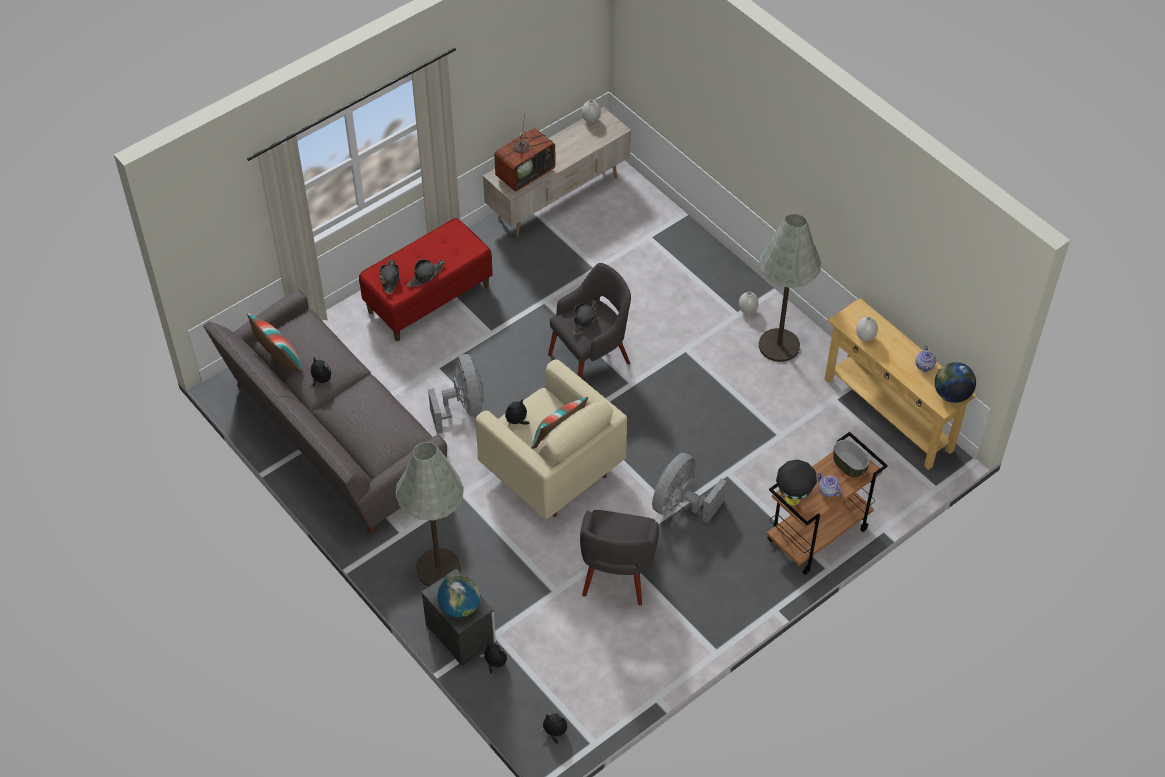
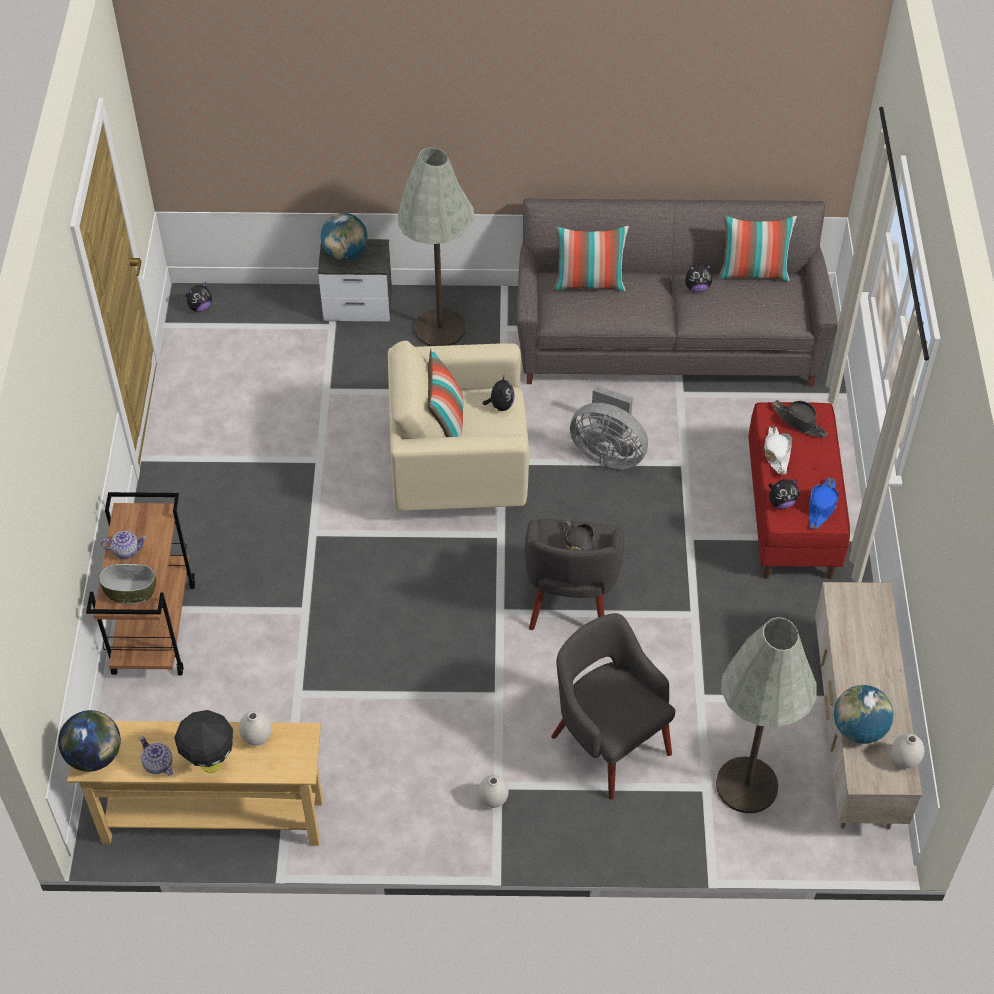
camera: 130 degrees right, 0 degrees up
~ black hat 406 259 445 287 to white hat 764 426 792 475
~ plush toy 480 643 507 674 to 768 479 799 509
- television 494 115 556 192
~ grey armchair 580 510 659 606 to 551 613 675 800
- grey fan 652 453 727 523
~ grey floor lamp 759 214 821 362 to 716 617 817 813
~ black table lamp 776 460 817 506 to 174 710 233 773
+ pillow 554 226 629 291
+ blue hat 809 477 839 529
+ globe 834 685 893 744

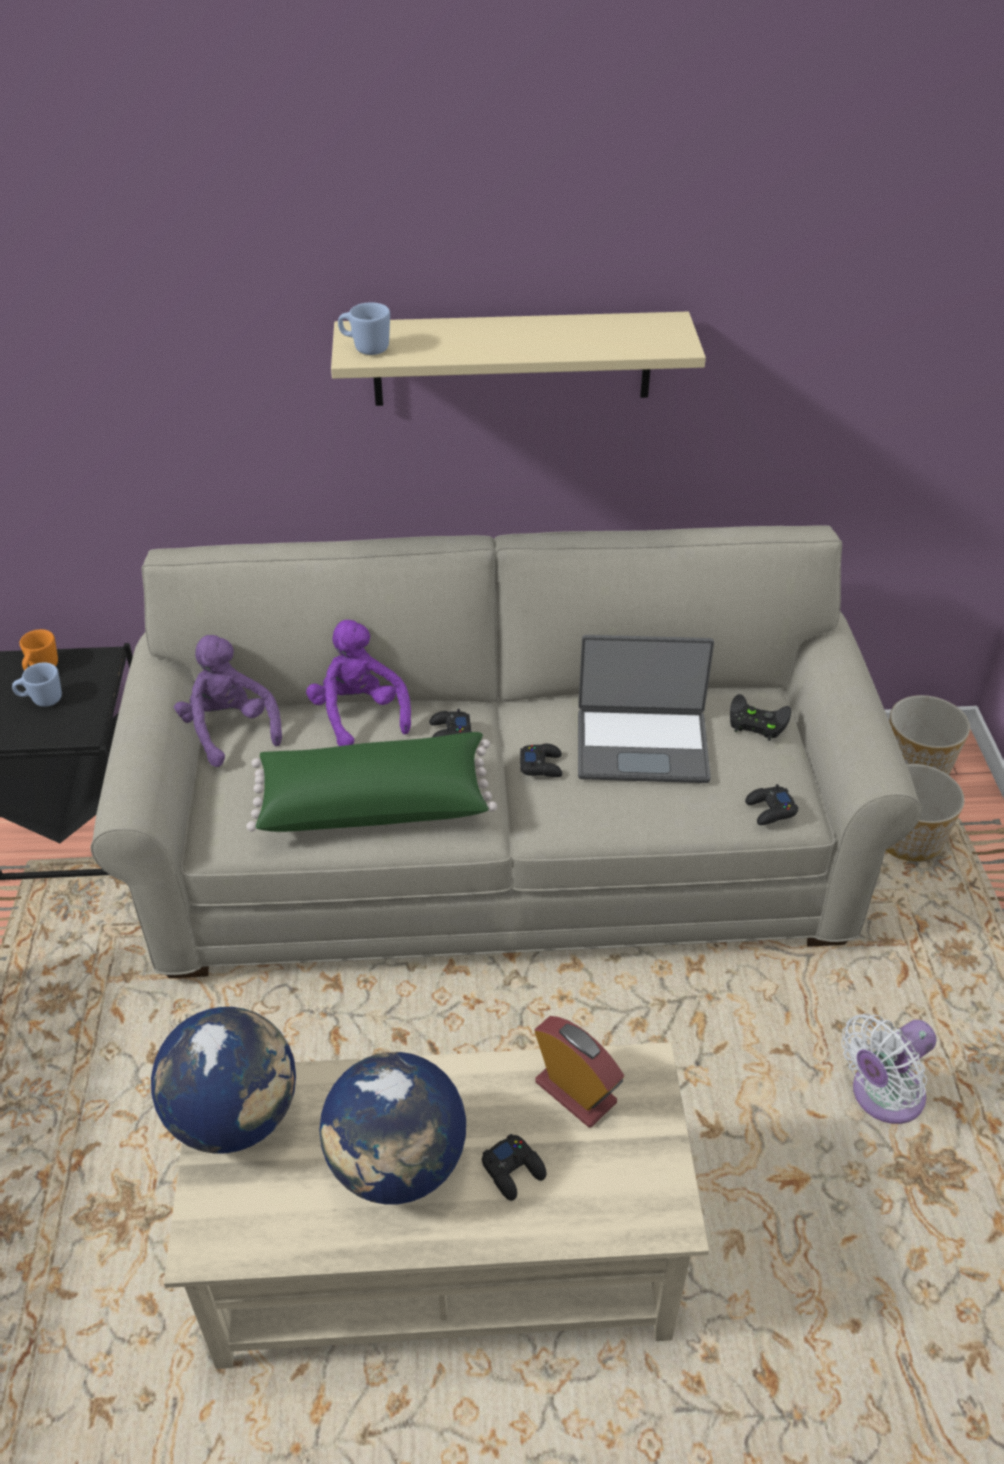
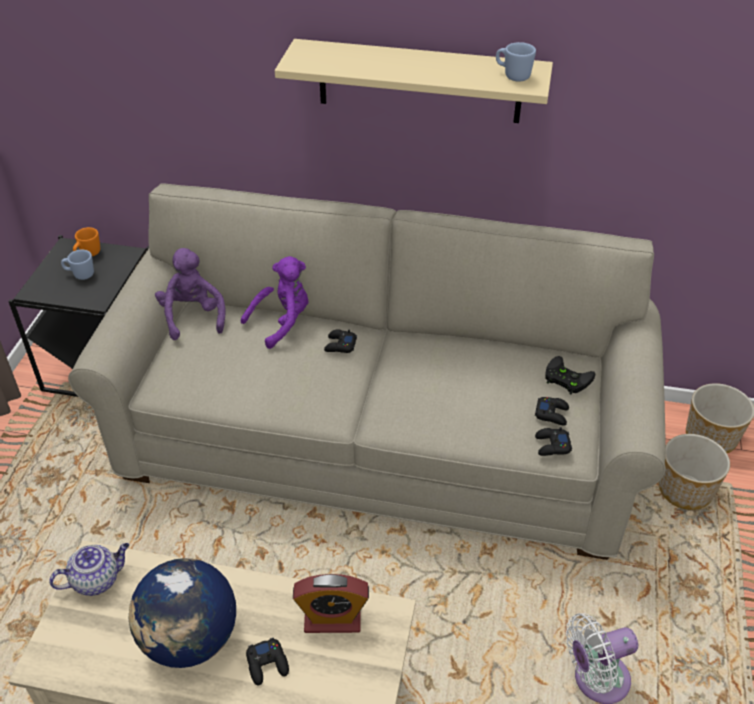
camera: 15 degrees right, 0 degrees up
~ globe 151 1007 296 1154 to teapot 49 543 129 596
- green pillow 246 732 497 832
~ purple plush toy 306 620 411 746 = 241 256 309 349 60 degrees clockwise
~ blue mug 338 302 390 355 to 496 42 536 81
~ black game controller 520 744 562 777 to 535 397 569 426
~ alarm clock 535 1016 624 1127 = 293 574 369 633 120 degrees clockwise
- laptop 578 635 714 783

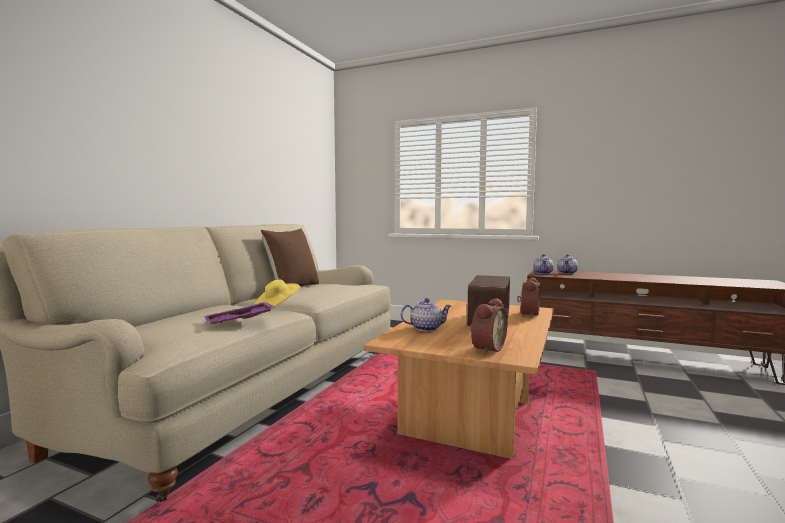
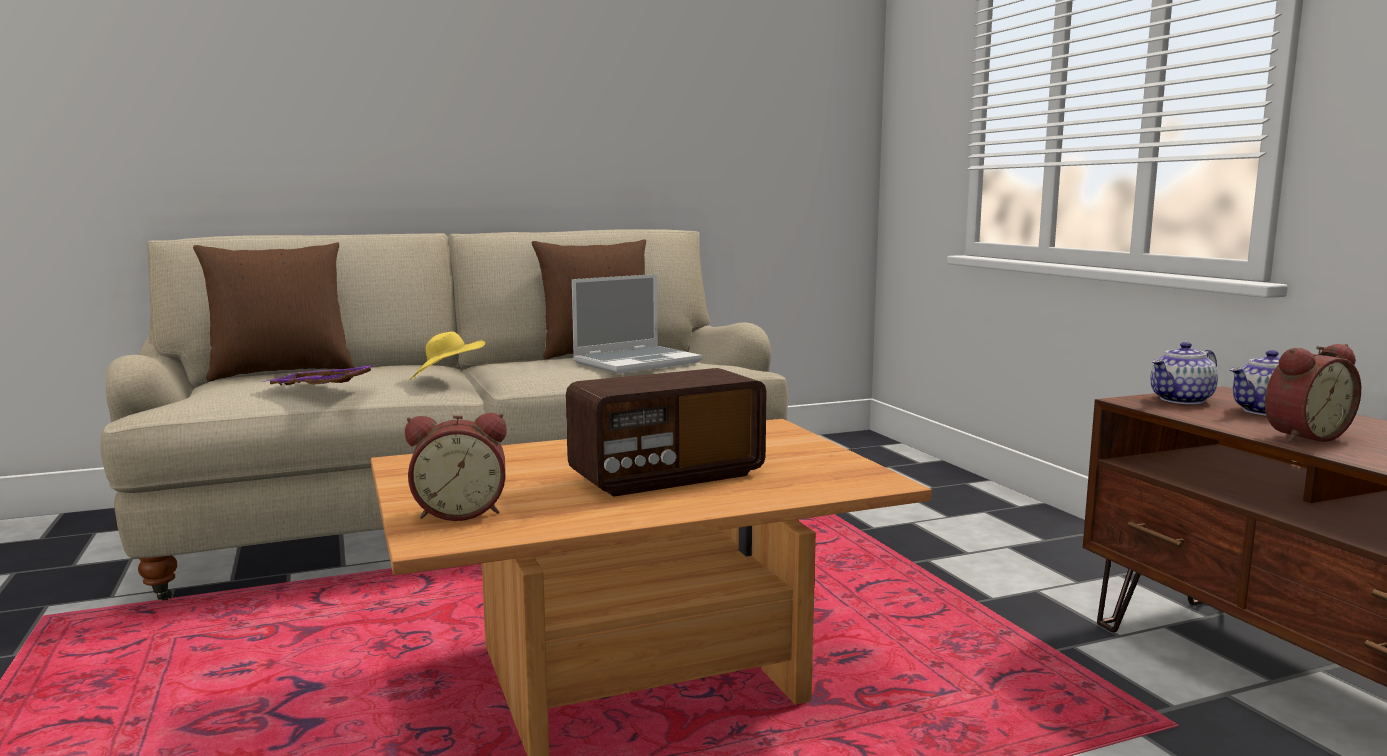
camera: 45 degrees right, 5 degrees up
- teapot 401 298 452 331
~ alarm clock 517 277 540 318 to 1265 344 1361 442
+ brown pillow 193 242 354 381
+ laptop 572 274 702 374

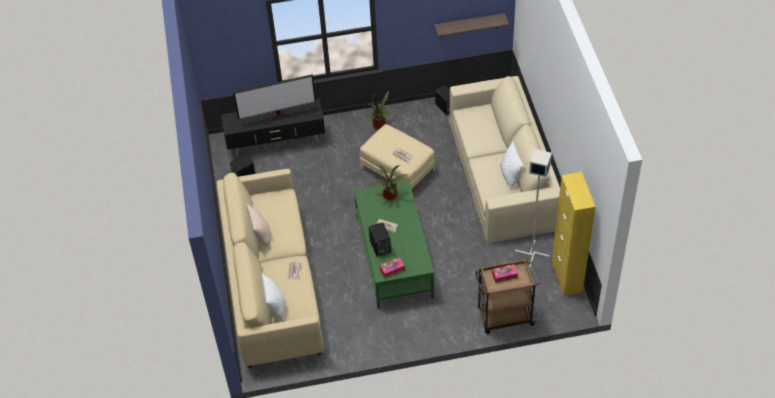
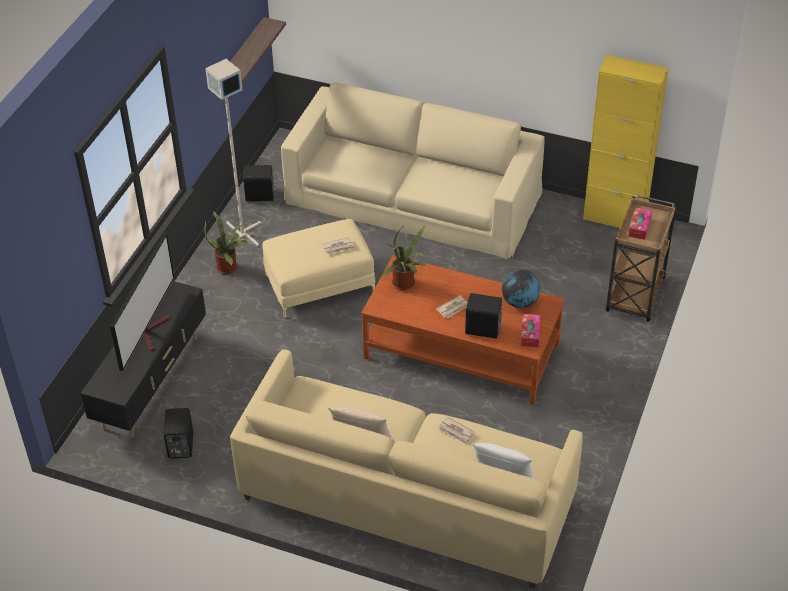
camera: 60 degrees left, 5 degrees down
~ green coffee table 354 180 434 309 to brown coffee table 361 255 564 405
- white pillow 500 141 524 189
~ grey floor lamp 515 149 552 268 to 205 59 261 247
+ globe 502 270 540 308

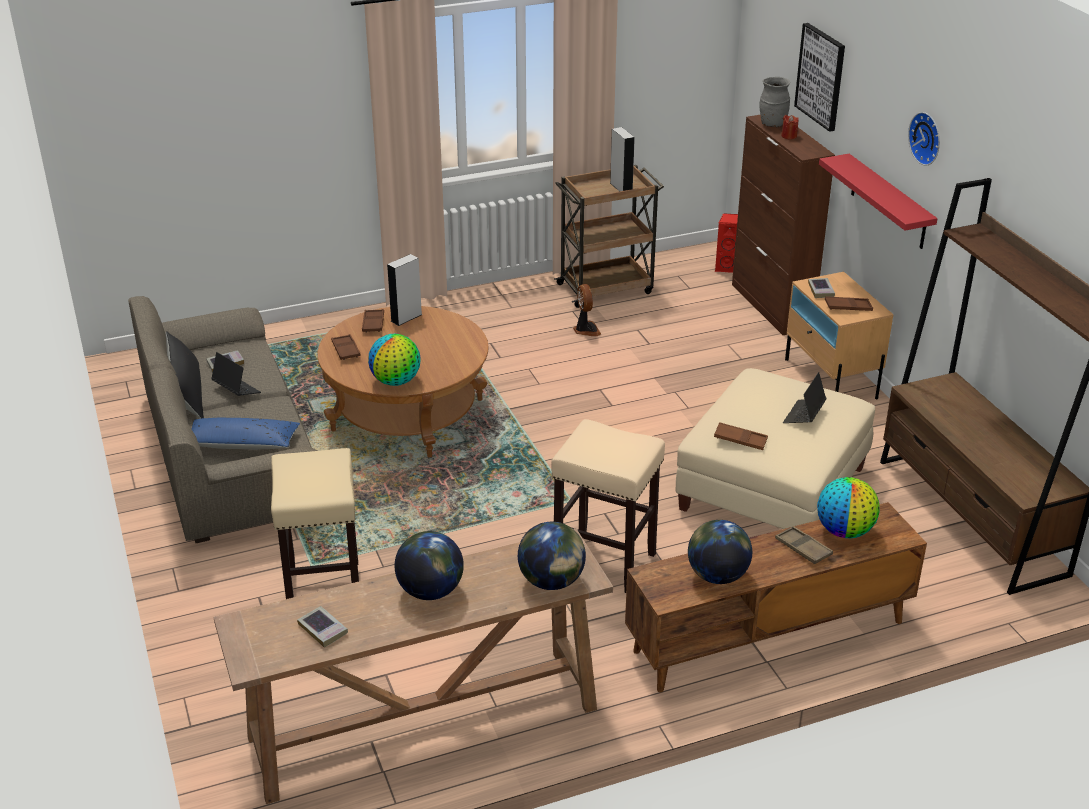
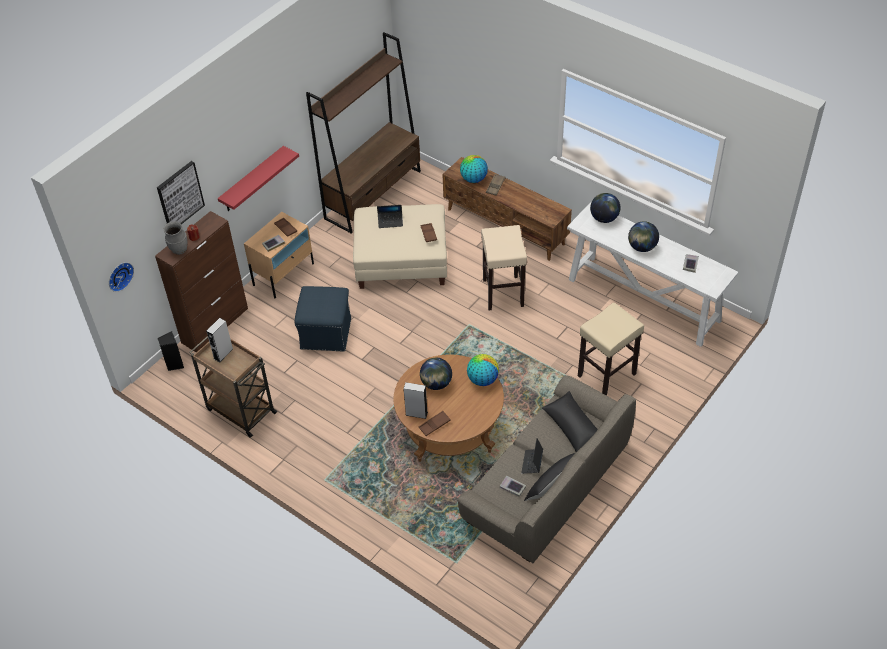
camera: 120 degrees left, 15 degrees up
~ blue pillow 192 418 300 450 to black pillow 542 391 598 452
~ brown console table 214 529 613 804 to white console table 567 202 738 347
- brown tray 331 334 361 360
- fan 573 284 601 336
~ globe 688 520 752 584 to 420 358 452 390
~ red speaker 715 213 738 273 to black speaker 158 331 184 371
~ wall clock 908 112 940 166 to 109 262 134 292
+ blue ottoman 294 286 352 352

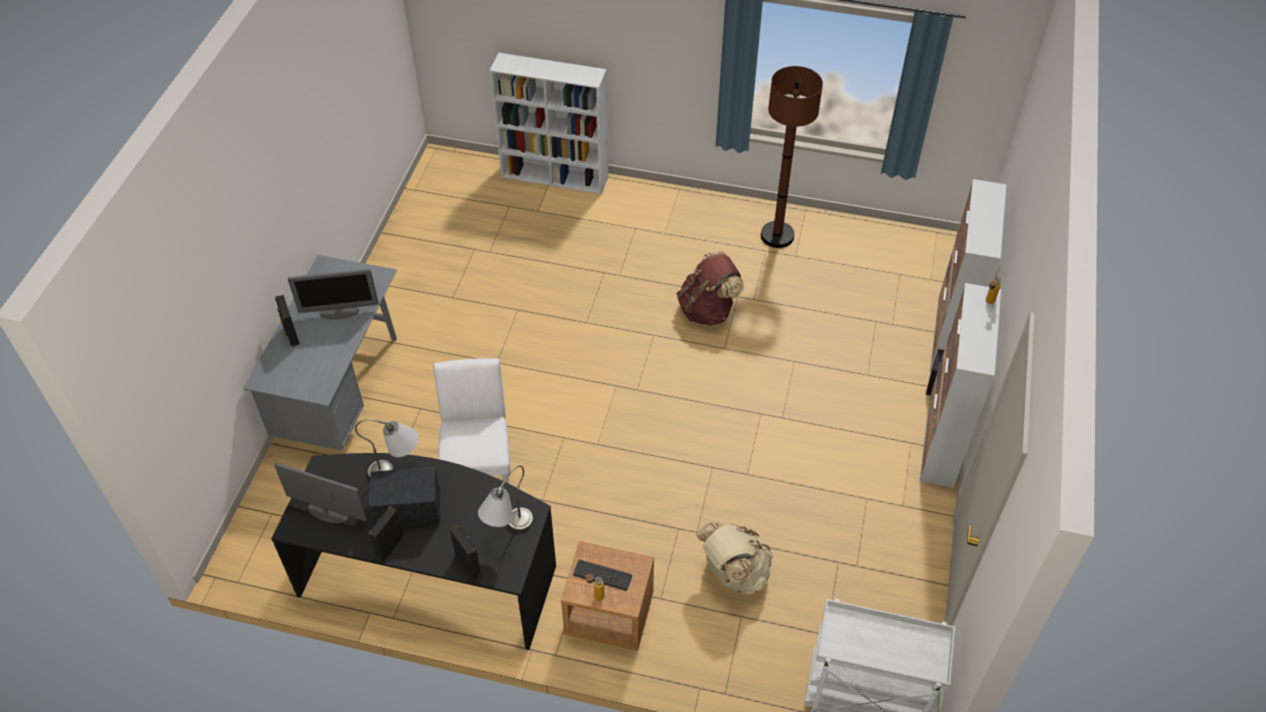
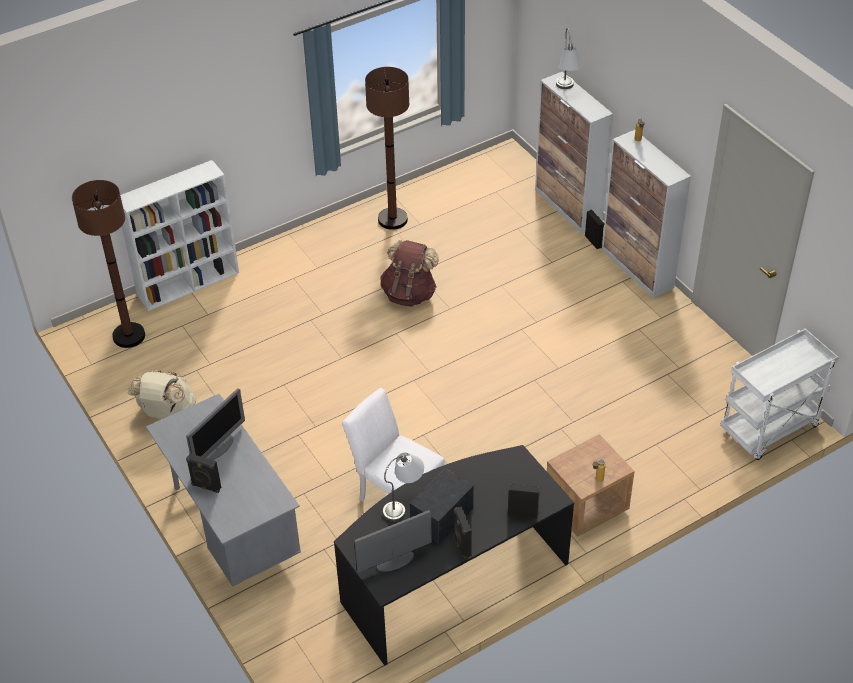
camera: 45 degrees left, 5 degrees down
~ grey table lamp 478 466 533 532 to 556 28 583 89
- keyboard 573 559 632 591
~ beige backpack 696 522 773 595 to 128 370 196 419
+ brown floor lamp 72 180 145 348

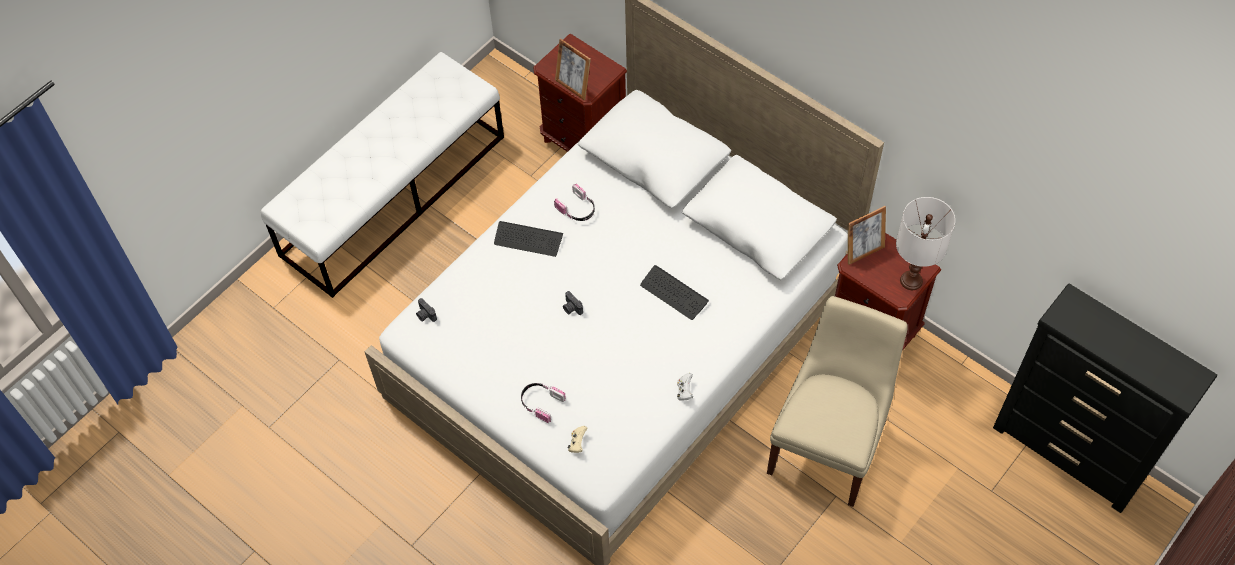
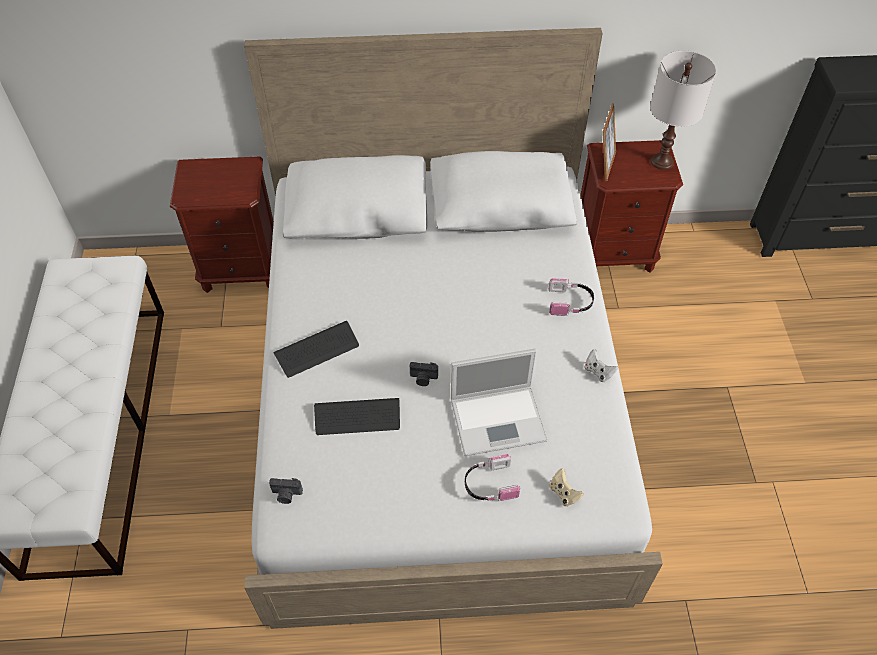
camera: 45 degrees left, 5 degrees down
~ headphones 554 184 595 221 to 548 279 594 316
- picture frame 555 38 591 101
~ keyboard 640 265 709 320 to 314 398 400 435
- beige chair 767 296 907 507
+ laptop 451 349 548 456

